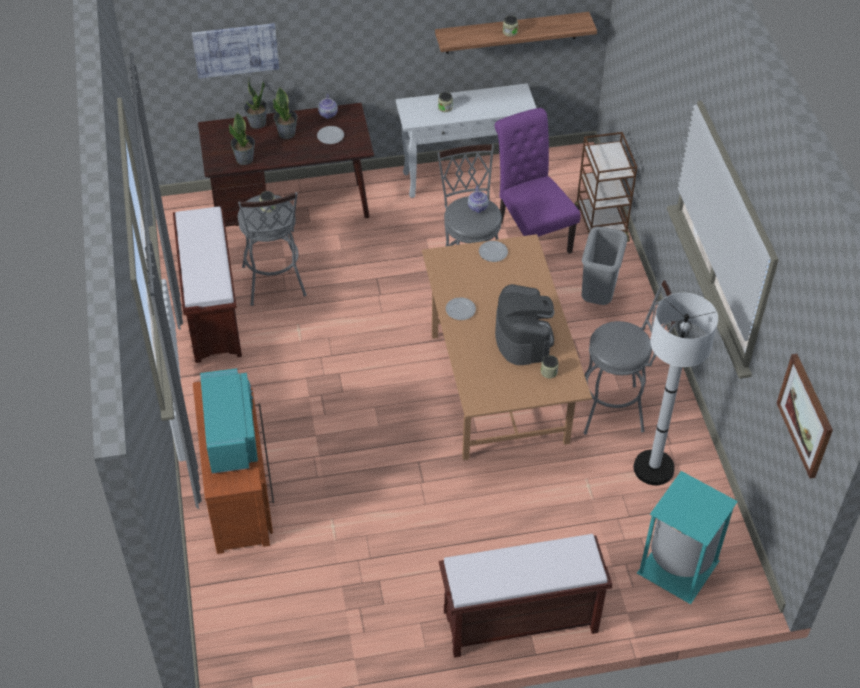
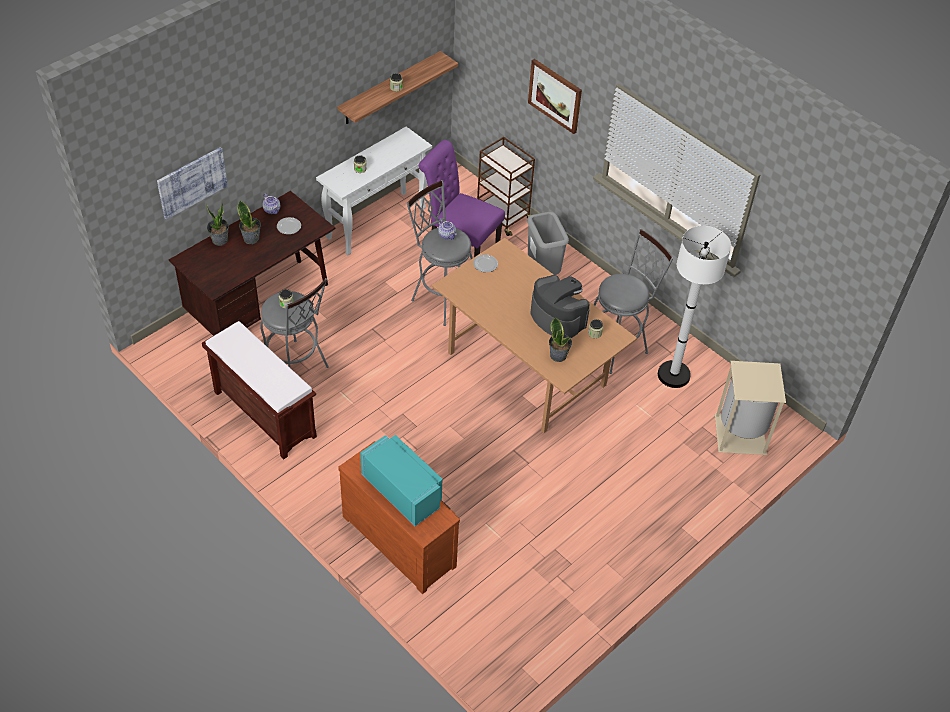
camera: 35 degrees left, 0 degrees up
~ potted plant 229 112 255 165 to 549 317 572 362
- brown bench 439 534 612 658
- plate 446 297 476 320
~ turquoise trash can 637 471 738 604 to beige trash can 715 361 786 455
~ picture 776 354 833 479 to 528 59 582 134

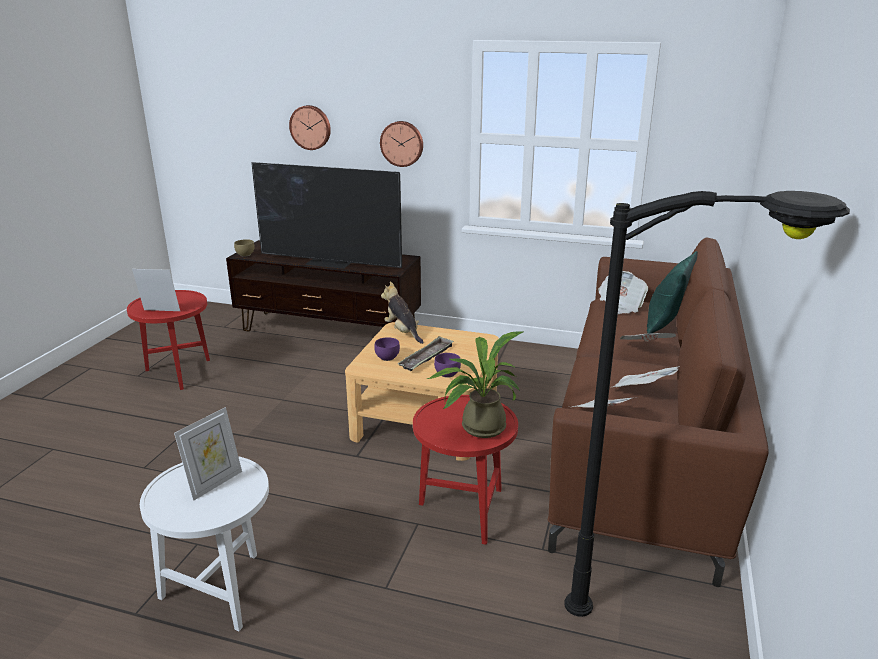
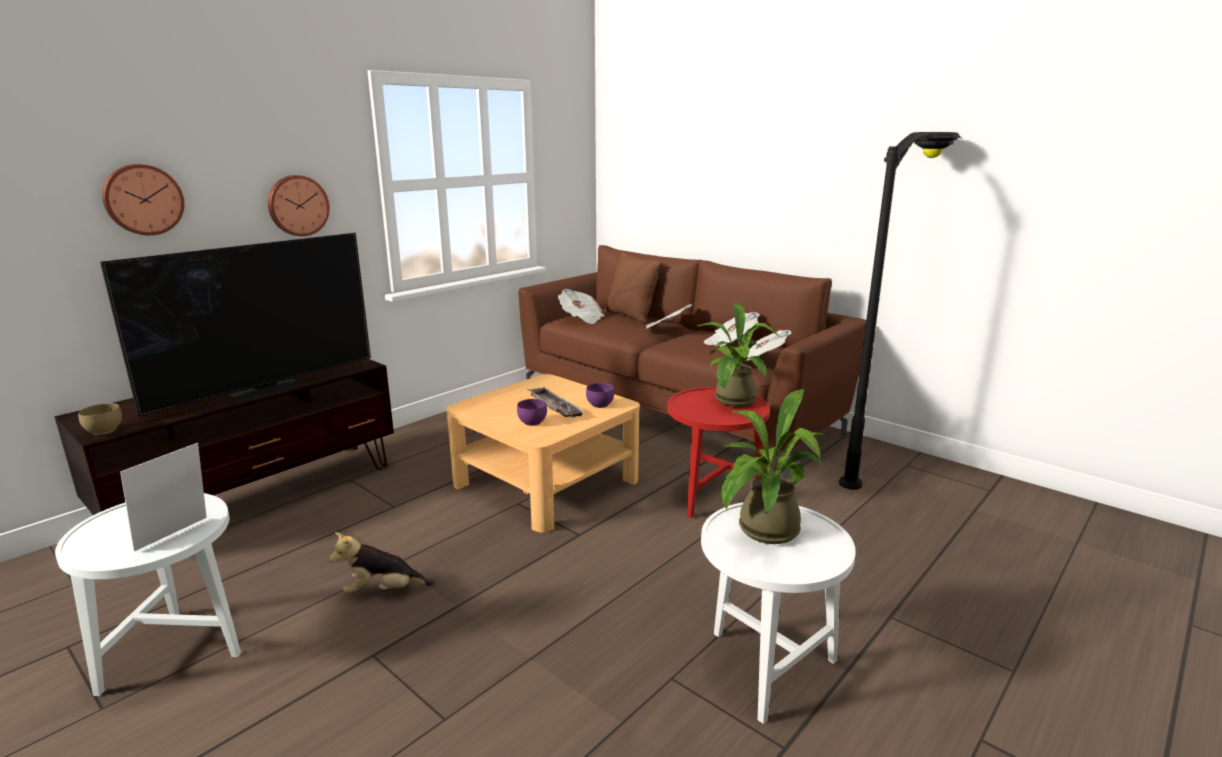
camera: 65 degrees left, 5 degrees down
~ red side table 127 290 210 390 to white side table 55 493 241 696
~ picture frame 174 407 242 501 to potted plant 721 389 826 544
~ plush toy 381 281 424 344 to 329 532 435 593
~ green pillow 647 251 698 333 to brown pillow 605 252 662 323

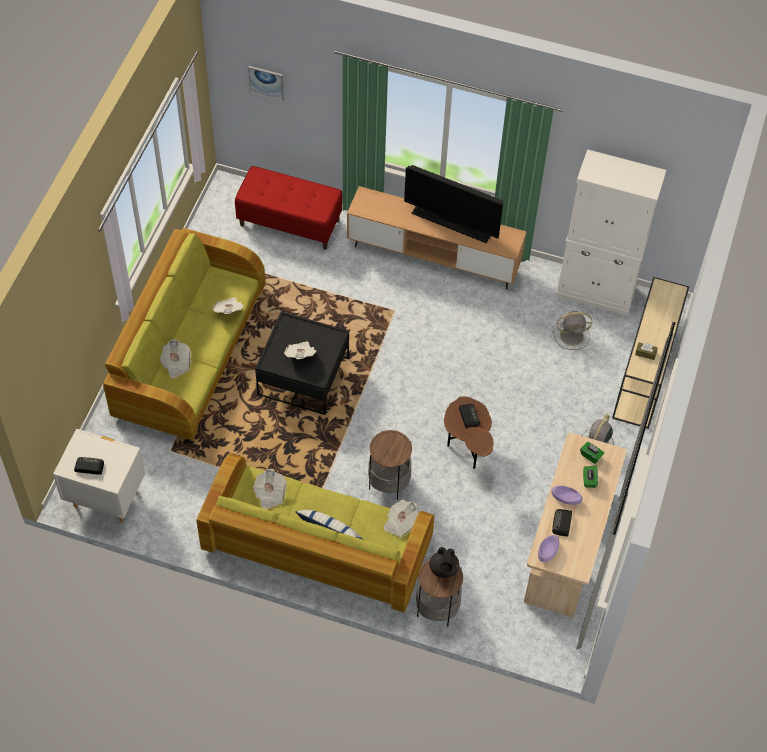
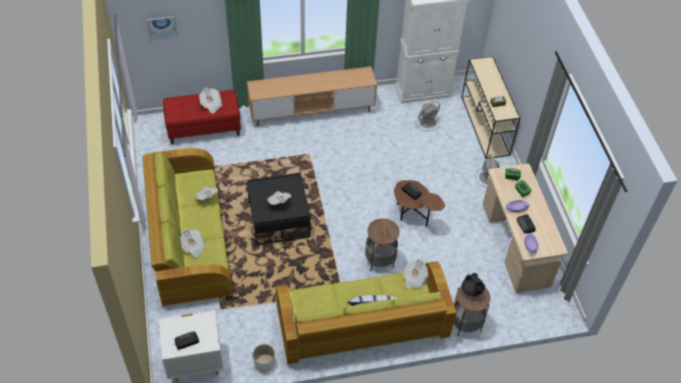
camera: 30 degrees left, 5 degrees down
~ newspaper 253 469 287 509 to 199 87 223 113
- television 404 165 503 243
+ white planter 253 344 275 372

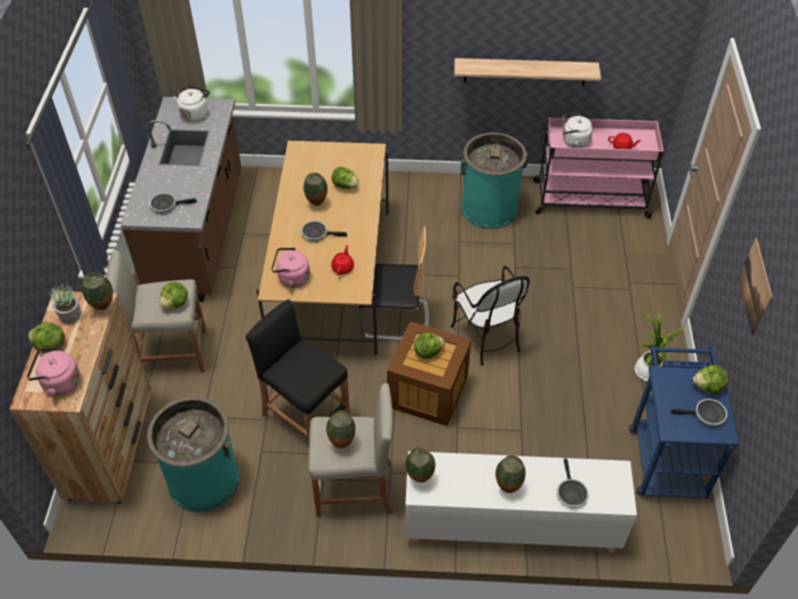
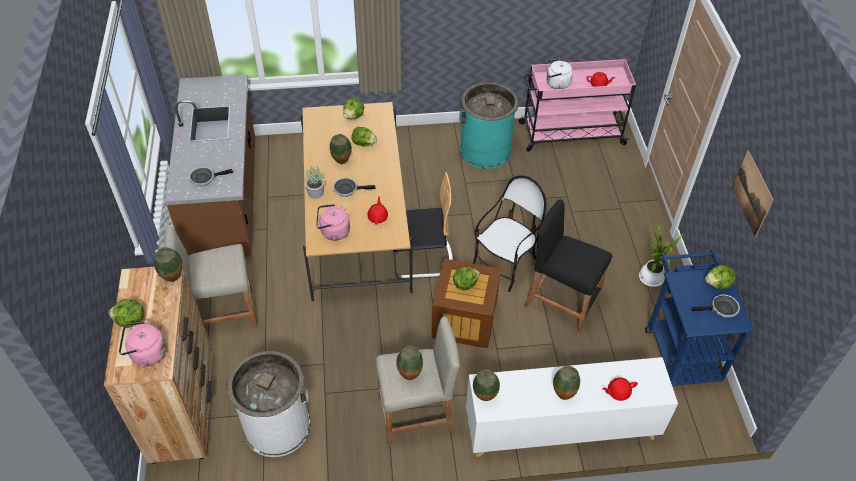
camera: 10 degrees left, 0 degrees up
~ potted plant 50 282 81 324 to 305 166 324 199
~ turquoise trash can 147 397 240 512 to white trash can 227 351 311 457
~ lettuce 159 282 188 309 to 343 98 364 119
- white kettle 173 85 210 122
~ black stool 246 300 350 442 to 524 199 612 333
~ chair 451 266 530 366 = 473 175 546 292 105 degrees counterclockwise
- shelf 454 58 601 86
~ frying pan 557 458 589 508 to red teapot 602 377 638 401

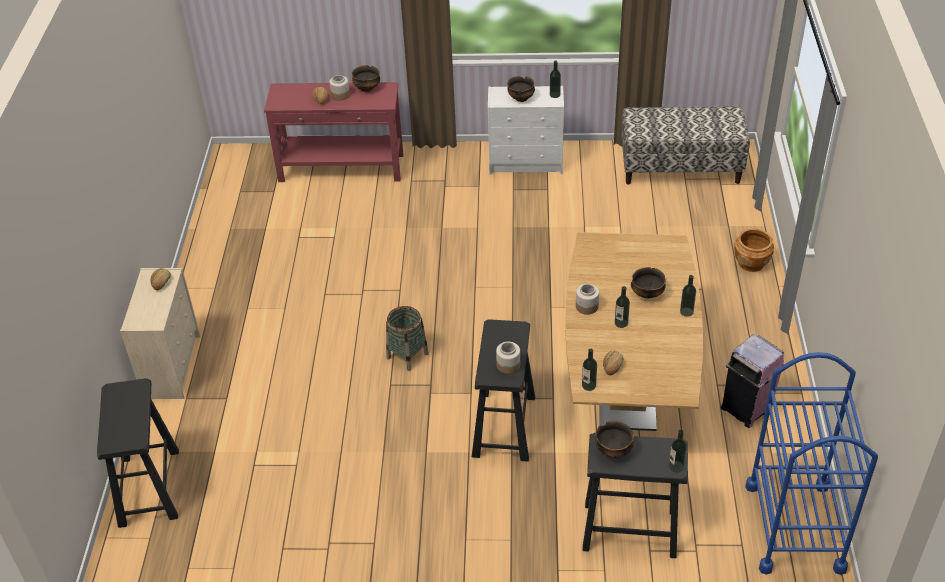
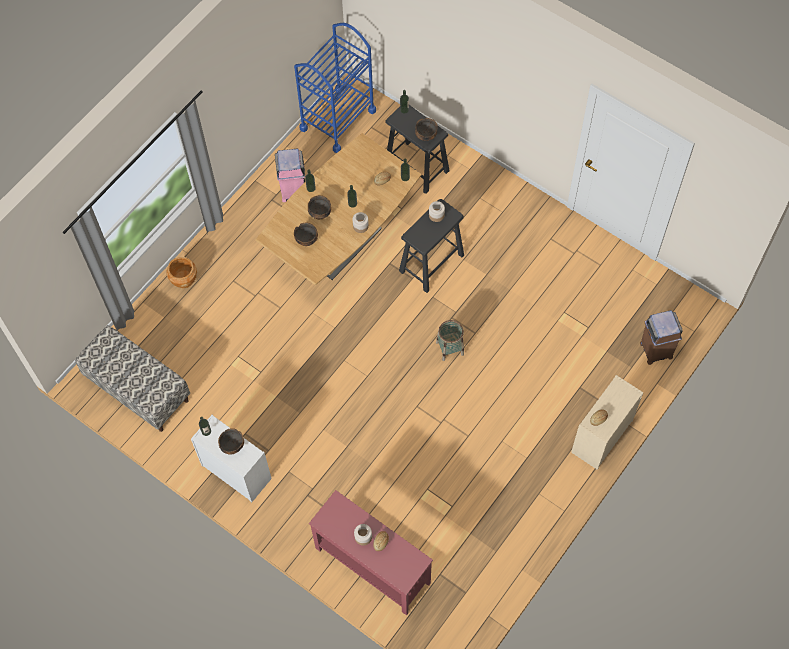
camera: 145 degrees left, 20 degrees up
~ black stool 97 378 179 528 to brown trash can 640 310 683 365
~ bowl 352 65 380 92 to 294 222 318 246

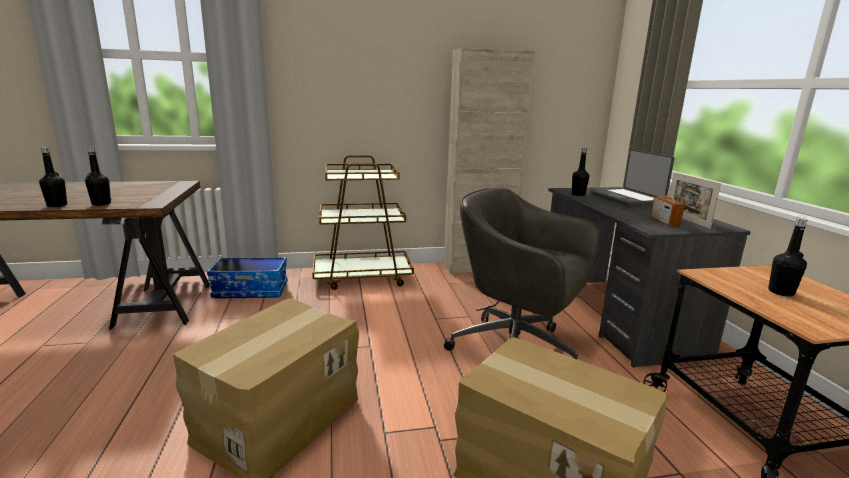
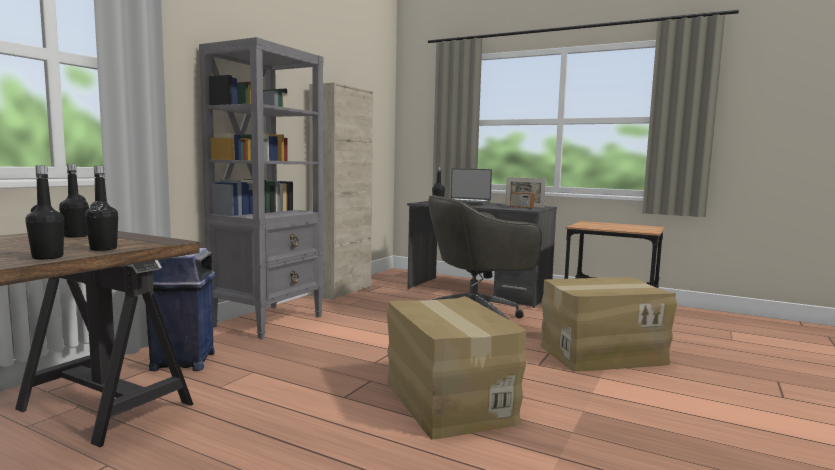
camera: 50 degrees left, 10 degrees down
~ storage box 207 257 288 299 to blue trash can 146 248 215 371
~ brown cart 312 155 414 290 to grey bookcase 199 37 324 339
~ black bottle 768 218 807 297 to 59 164 89 238

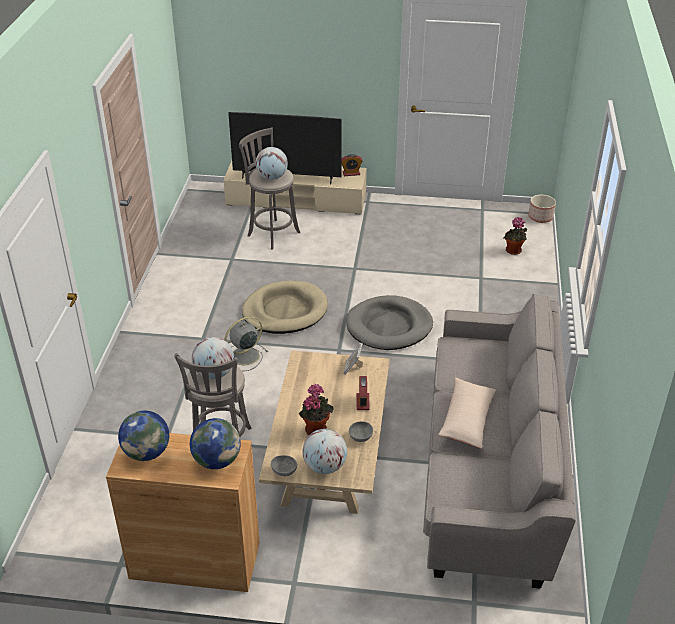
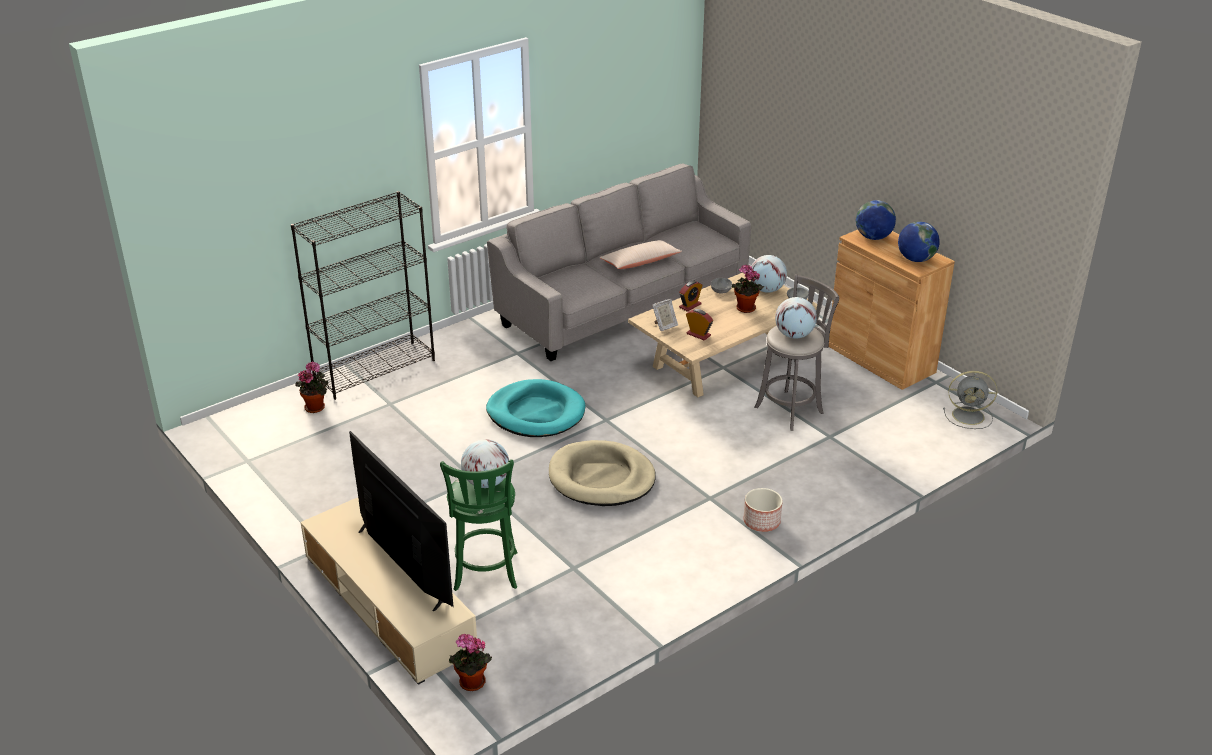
camera: 135 degrees left, 5 degrees down
~ grey fan 225 316 268 371 to 943 371 997 429
~ grey stool 239 128 300 249 to green stool 440 459 517 591
~ alarm clock 341 154 362 176 to 686 309 713 341
~ grey dog bed 346 295 433 350 to turquoise dog bed 486 379 585 437
~ planter 528 195 556 223 to 743 488 782 532
+ black bookcase 291 191 435 400
+ potted plant 449 634 492 691

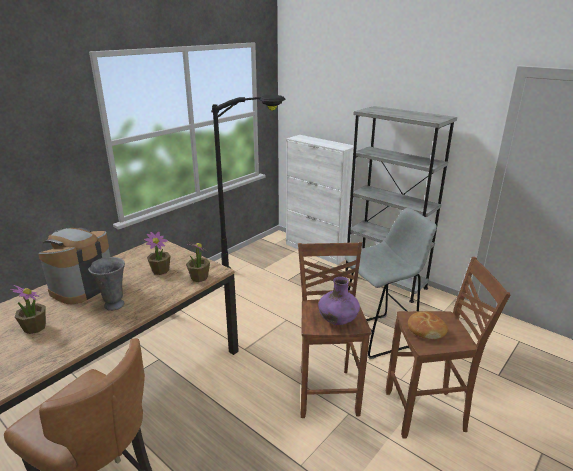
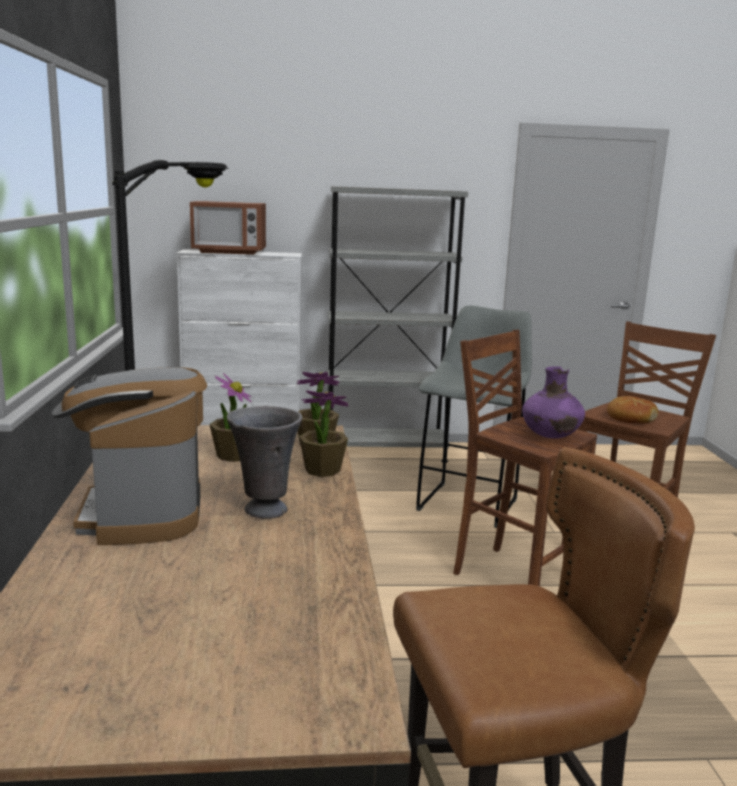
camera: 45 degrees left, 10 degrees down
~ potted plant 10 285 46 334 to 299 390 349 477
+ microwave 190 201 266 255

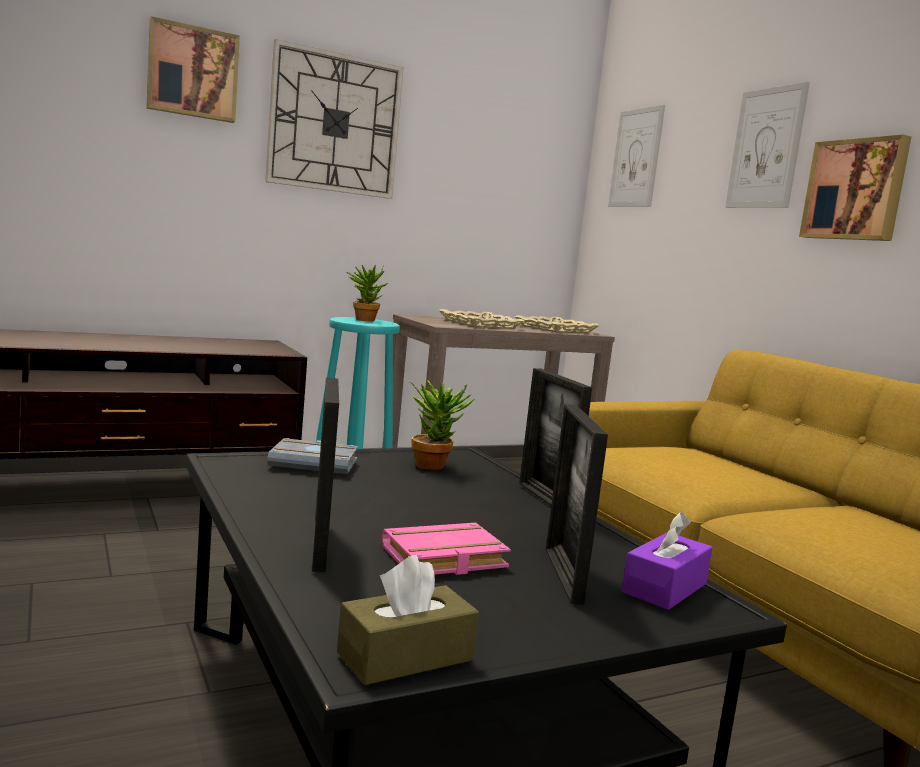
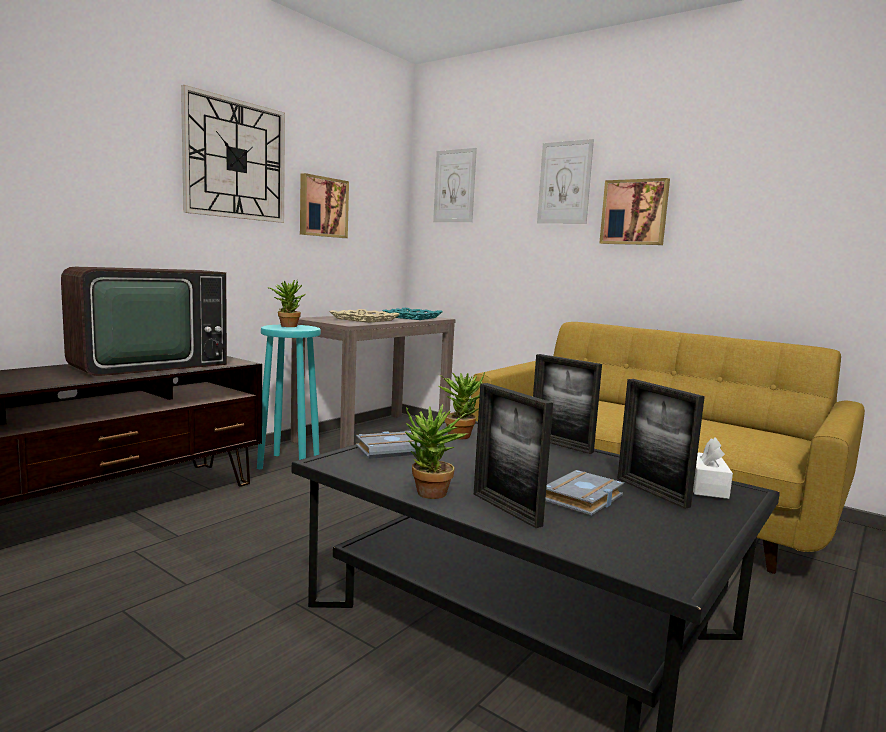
camera: 25 degrees left, 0 degrees up
~ picture 146 16 240 123 to 300 173 349 238
- brown tissue box 337 555 479 685
~ pink book 382 523 511 575 to grey book 545 470 624 516
~ beige tray 515 315 600 333 to turquoise tray 382 308 443 320
~ purple tissue box 622 512 713 610 to white tissue box 693 438 733 499
+ television 61 267 227 376
+ potted plant 405 404 469 499

